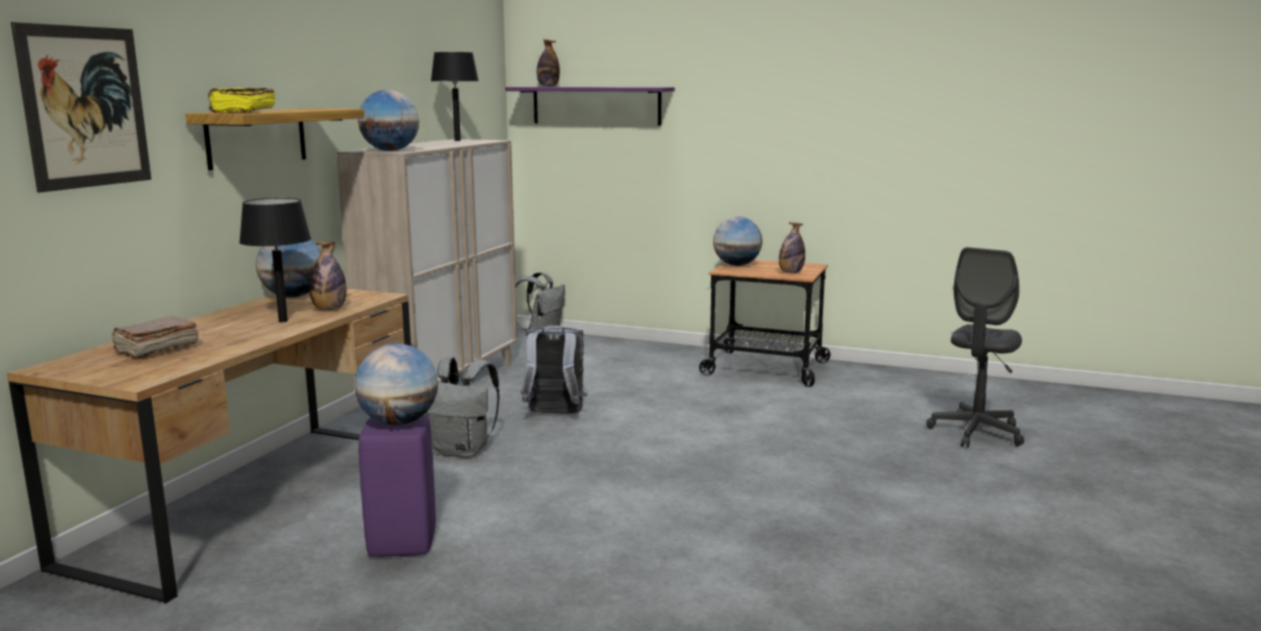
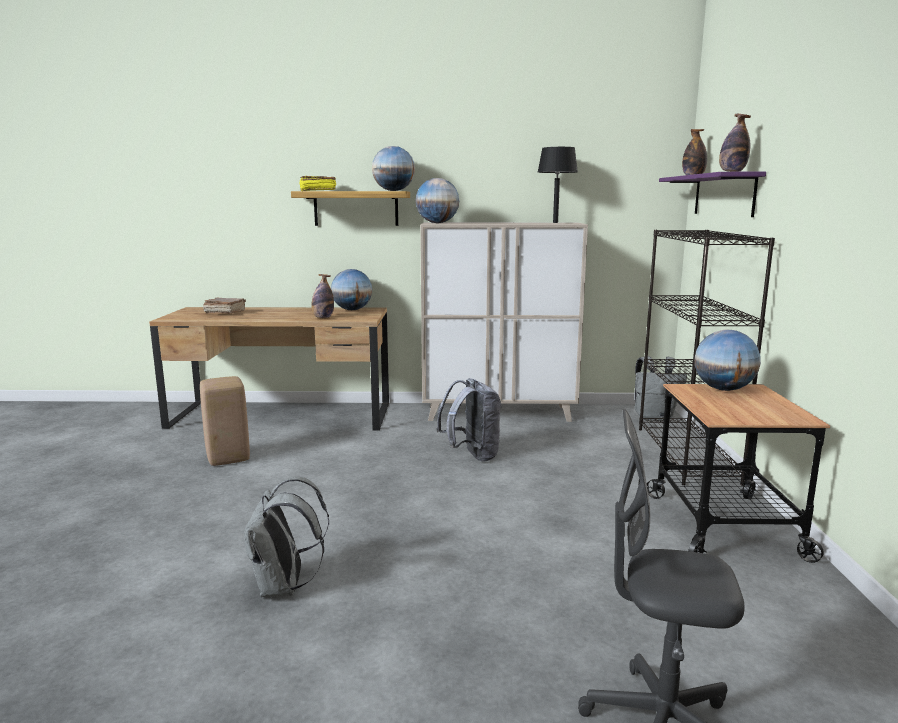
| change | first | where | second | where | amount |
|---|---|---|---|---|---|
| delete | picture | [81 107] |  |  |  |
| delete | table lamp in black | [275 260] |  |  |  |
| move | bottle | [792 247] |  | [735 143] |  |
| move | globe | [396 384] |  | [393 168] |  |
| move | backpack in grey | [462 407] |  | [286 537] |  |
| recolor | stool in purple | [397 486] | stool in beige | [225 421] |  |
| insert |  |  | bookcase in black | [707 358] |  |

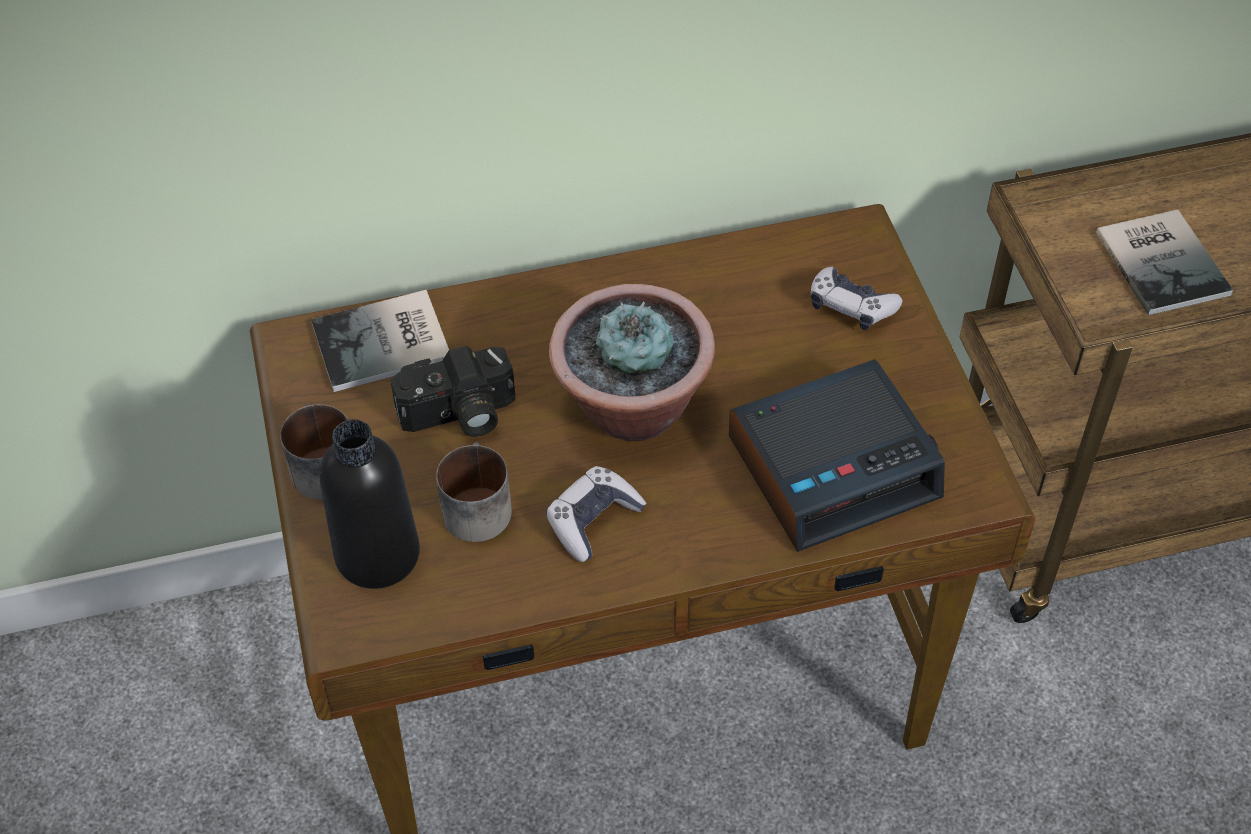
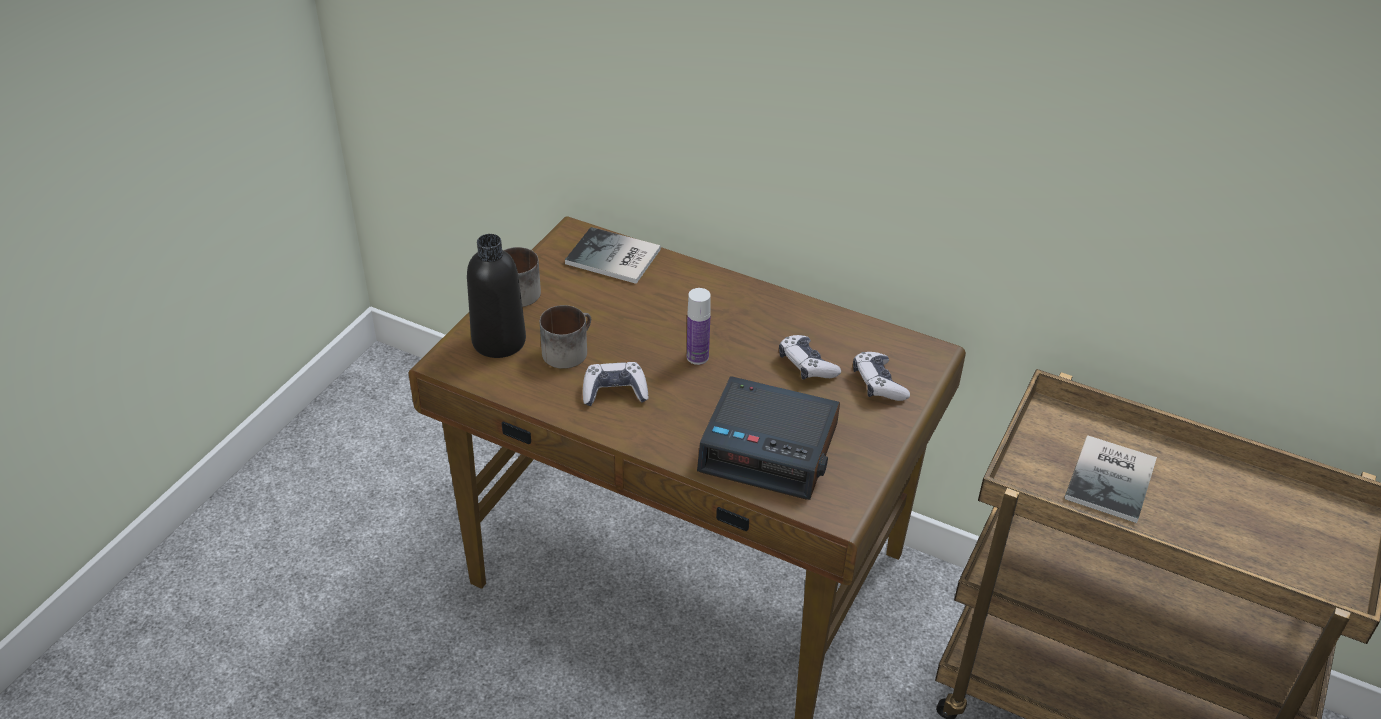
| change | first | where | second | where | amount |
|---|---|---|---|---|---|
| replace | potted plant | [632 362] | bottle | [699 326] |  |
| delete | photo camera | [452 391] |  |  |  |
| insert |  |  | game controller | [810 357] |  |

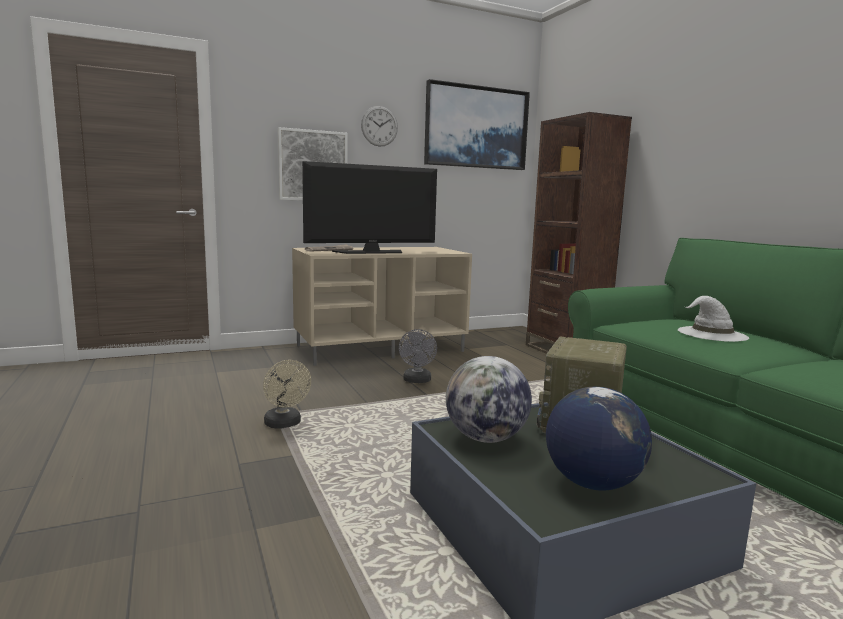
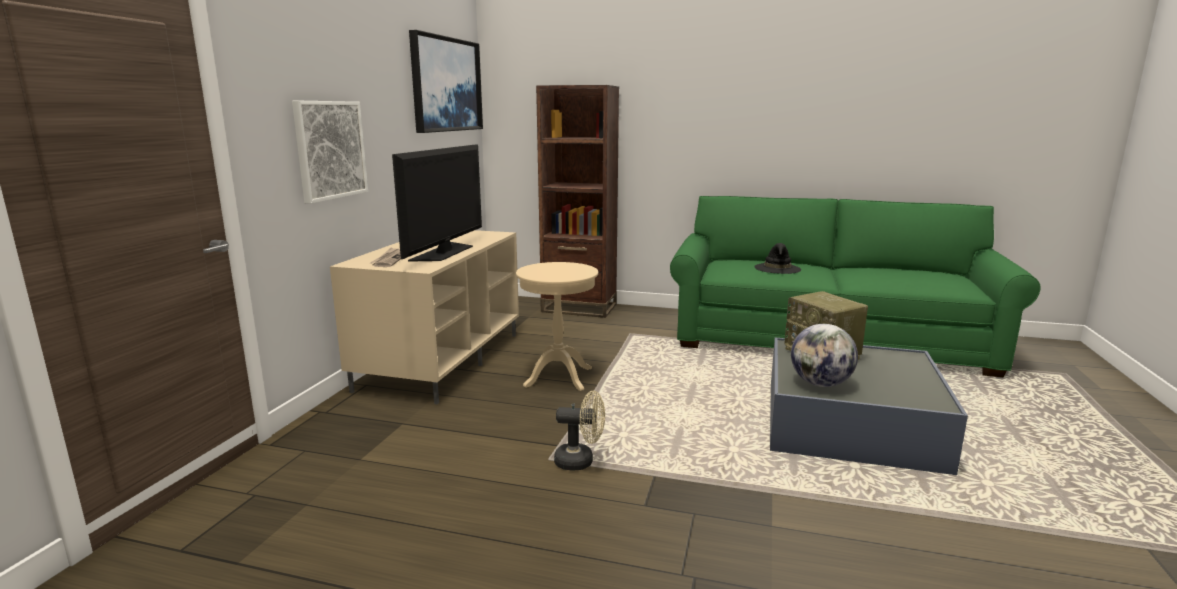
| change | first | where | second | where | amount |
|---|---|---|---|---|---|
| delete | wall clock | [379 126] |  |  |  |
| recolor | hat in white | [713 319] | hat in black | [777 258] |  |
| replace | fan in grey | [418 356] | side table in beige | [557 326] |  |
| delete | globe | [599 439] |  |  |  |

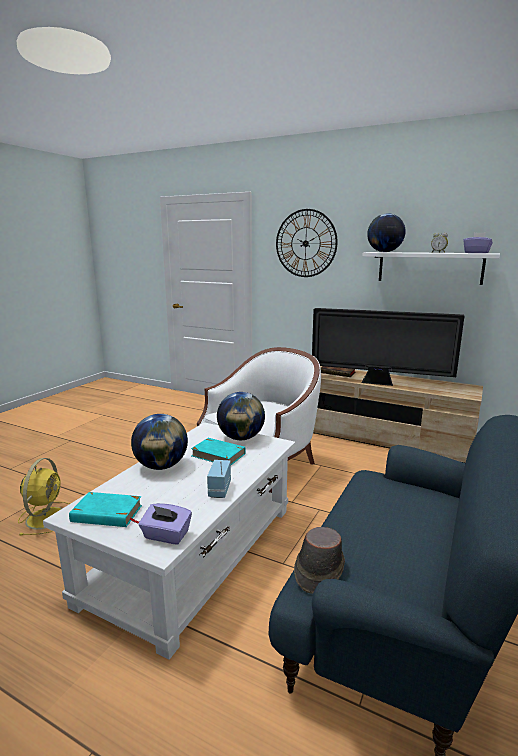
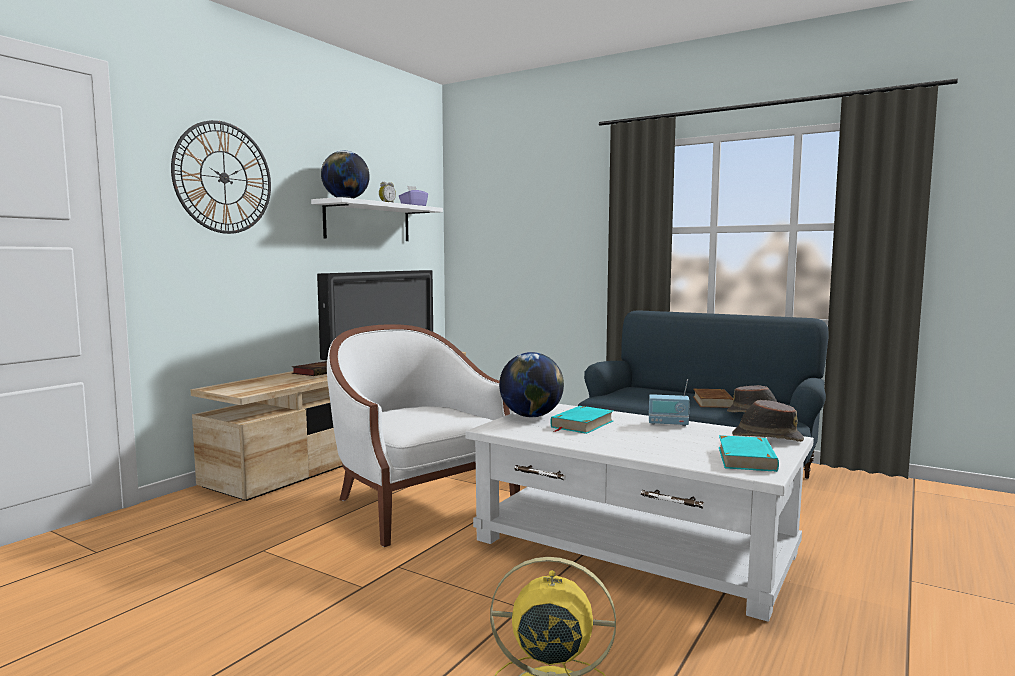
| change | first | where | second | where | amount |
|---|---|---|---|---|---|
| delete | globe | [159 442] |  |  |  |
| replace | tissue box in purple | [165 524] | hat in brown | [768 421] |  |
| insert |  |  | book in brown | [713 398] |  |

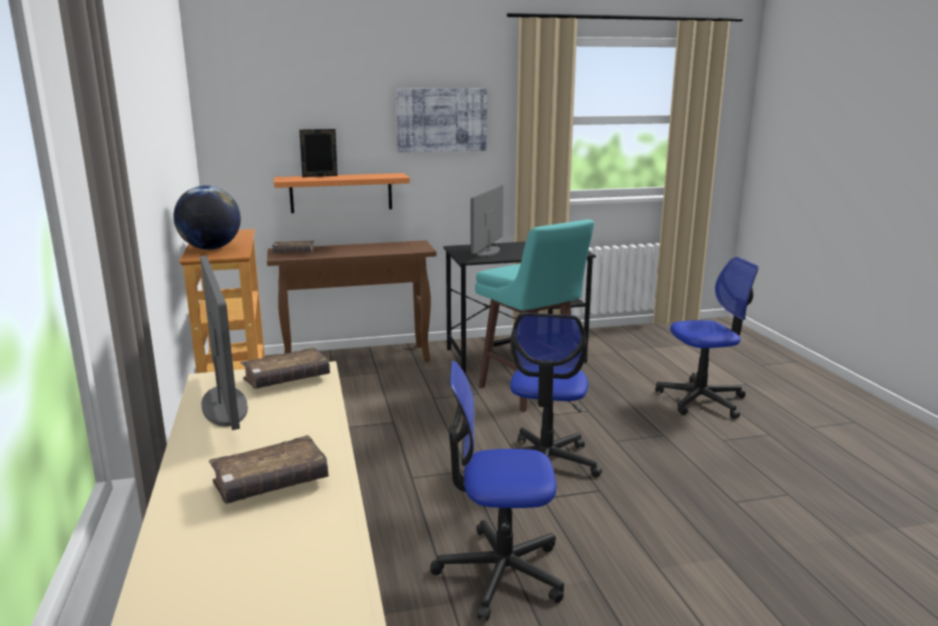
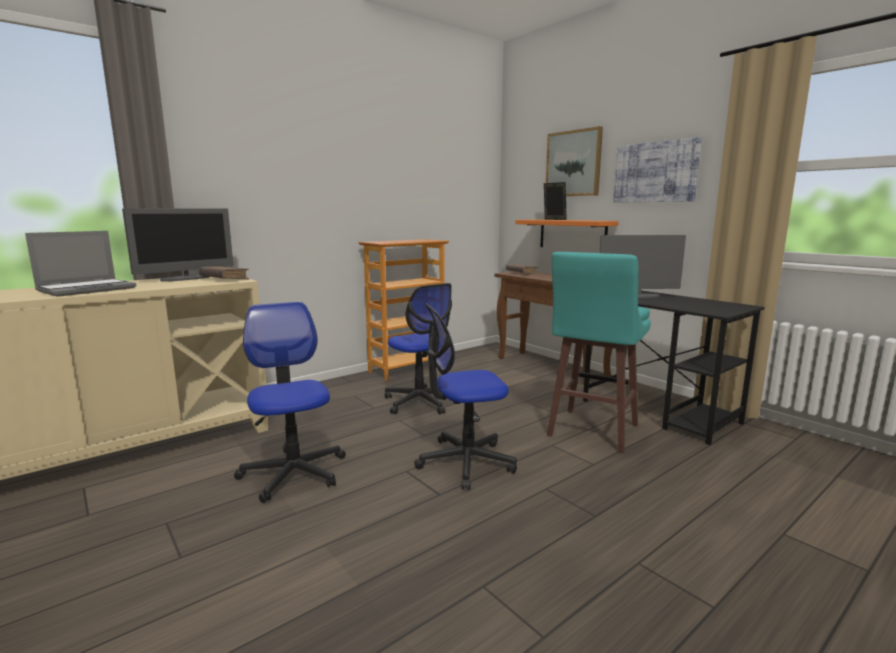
| change | first | where | second | where | amount |
|---|---|---|---|---|---|
| delete | globe | [207 217] |  |  |  |
| move | office chair | [707 338] |  | [418 348] |  |
| replace | book in brown | [269 469] | laptop | [80 264] |  |
| insert |  |  | picture | [574 161] |  |

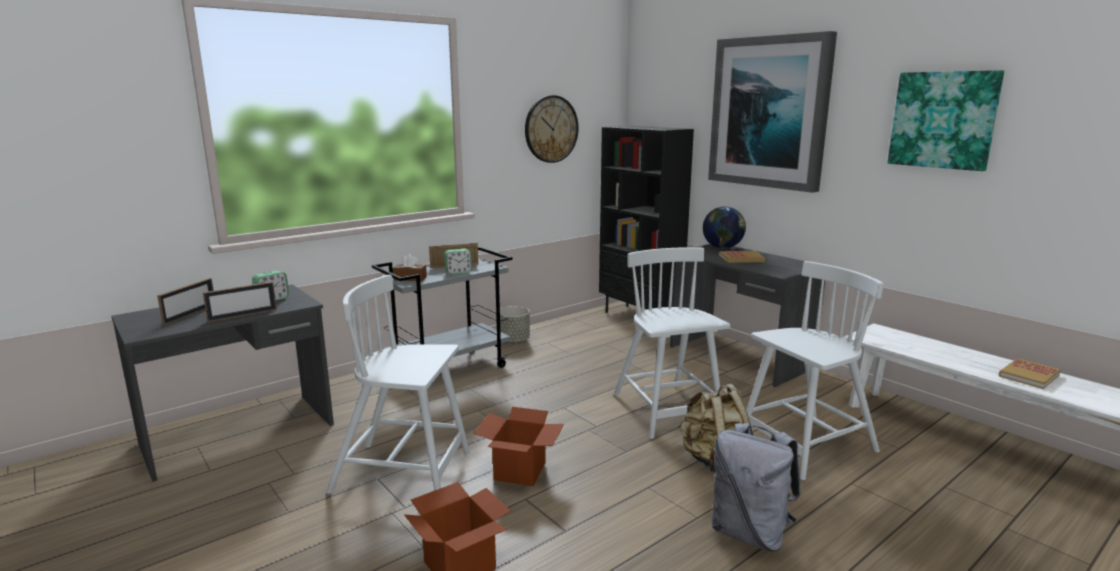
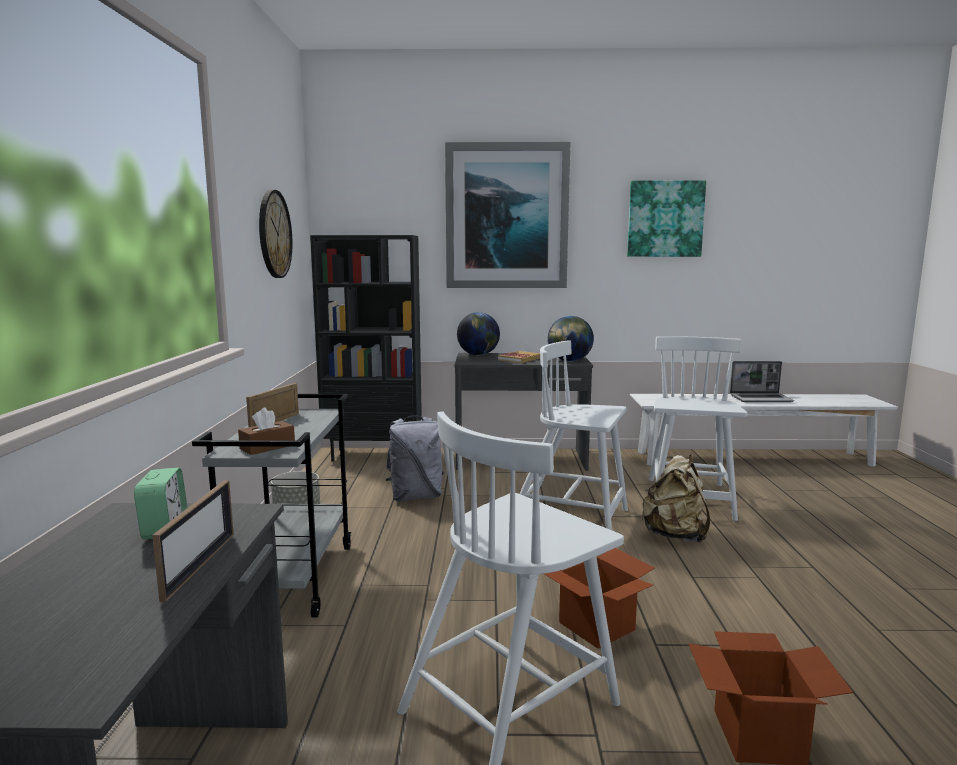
| change | first | where | second | where | amount |
|---|---|---|---|---|---|
| delete | alarm clock | [458 261] |  |  |  |
| delete | picture frame | [185 301] |  |  |  |
| replace | book | [1029 373] | laptop | [762 381] |  |
| move | backpack in grey | [756 487] |  | [415 458] |  |
| insert |  |  | globe | [571 338] |  |

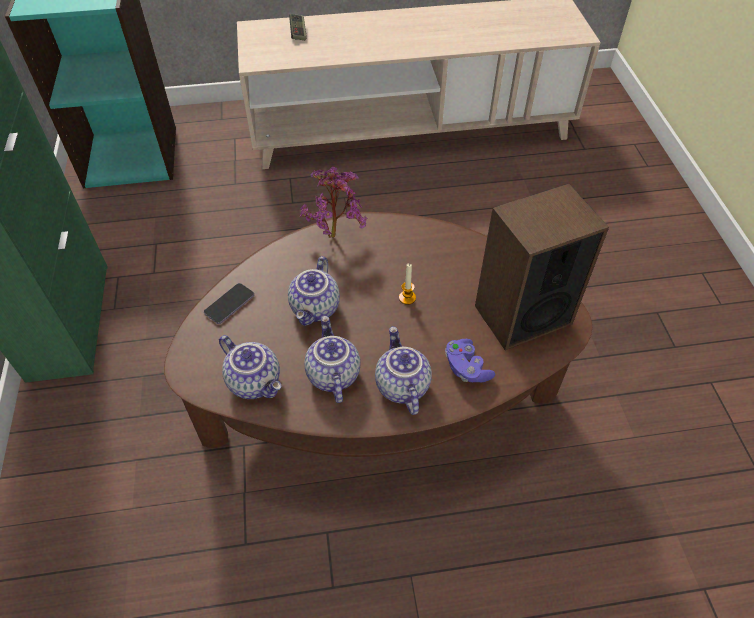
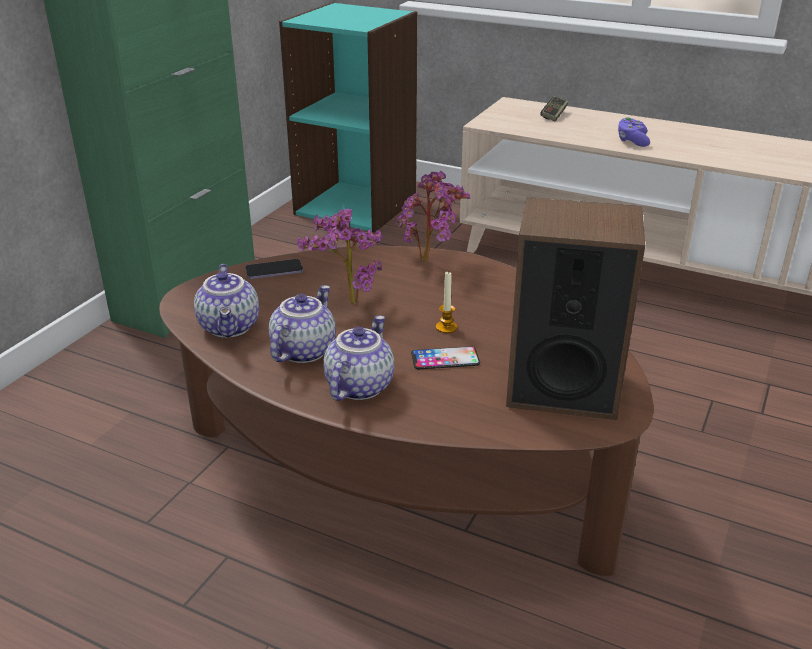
| change | first | where | second | where | amount |
|---|---|---|---|---|---|
| replace | teapot | [314 291] | potted plant | [340 257] |  |
| move | game controller in purple | [470 360] |  | [634 132] |  |
| insert |  |  | phone | [445 357] |  |

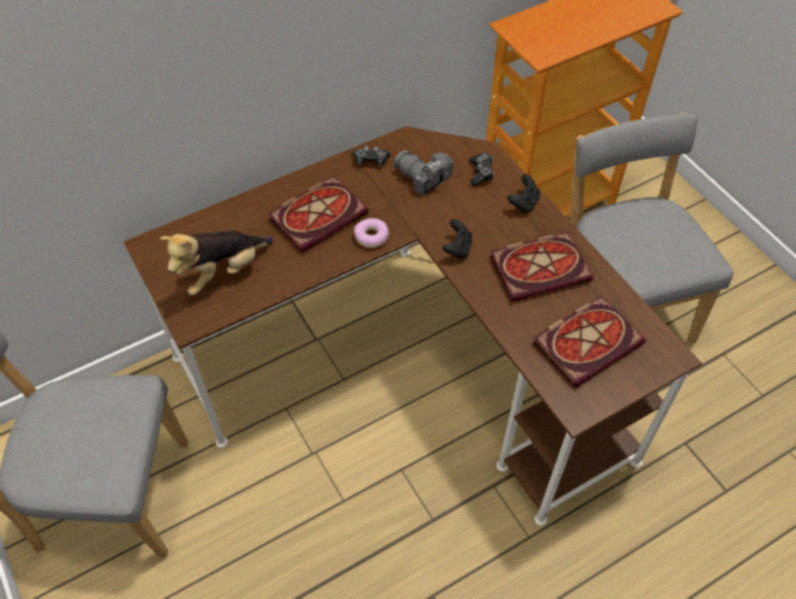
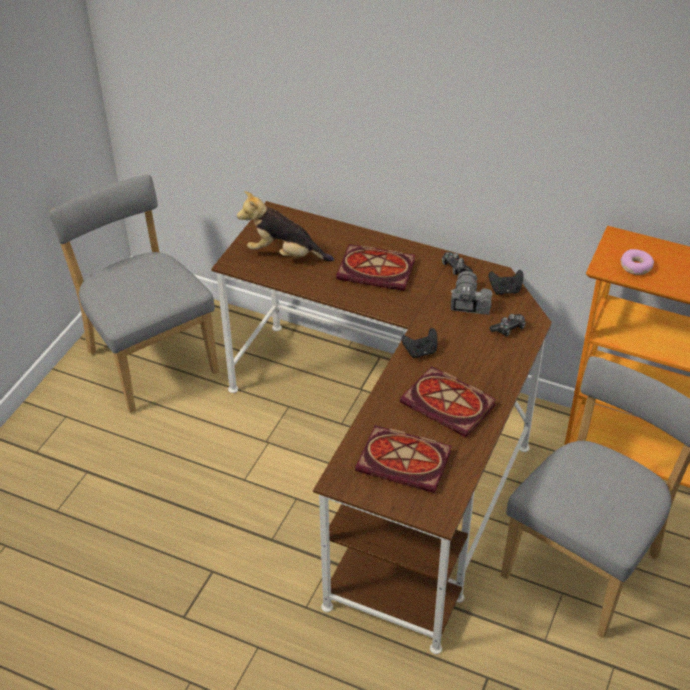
| change | first | where | second | where | amount |
|---|---|---|---|---|---|
| move | game controller in black | [523 193] |  | [506 282] |  |
| move | donut | [371 233] |  | [637 262] |  |

